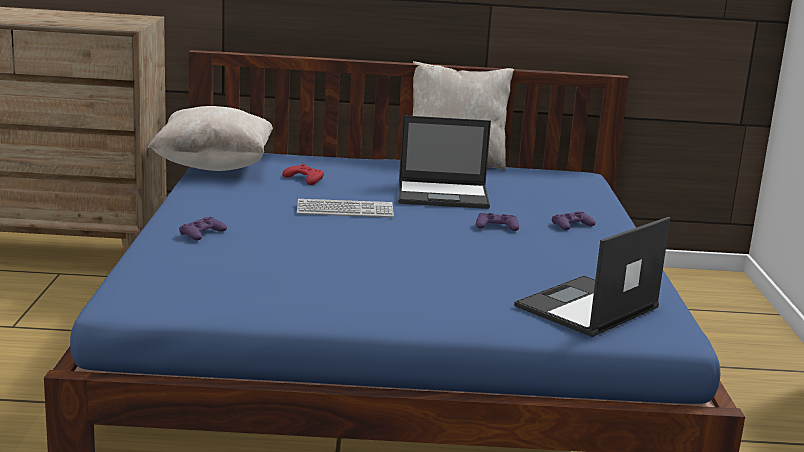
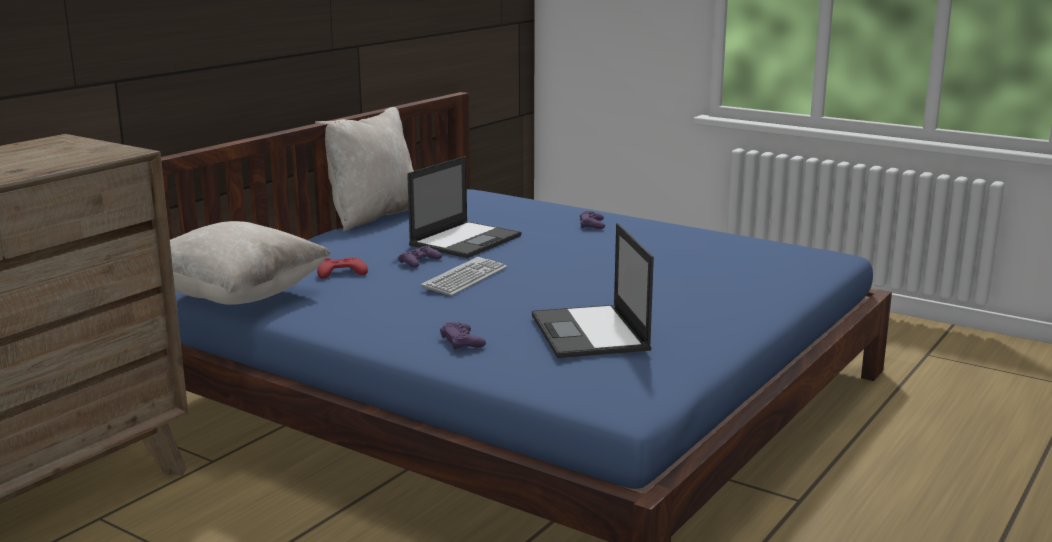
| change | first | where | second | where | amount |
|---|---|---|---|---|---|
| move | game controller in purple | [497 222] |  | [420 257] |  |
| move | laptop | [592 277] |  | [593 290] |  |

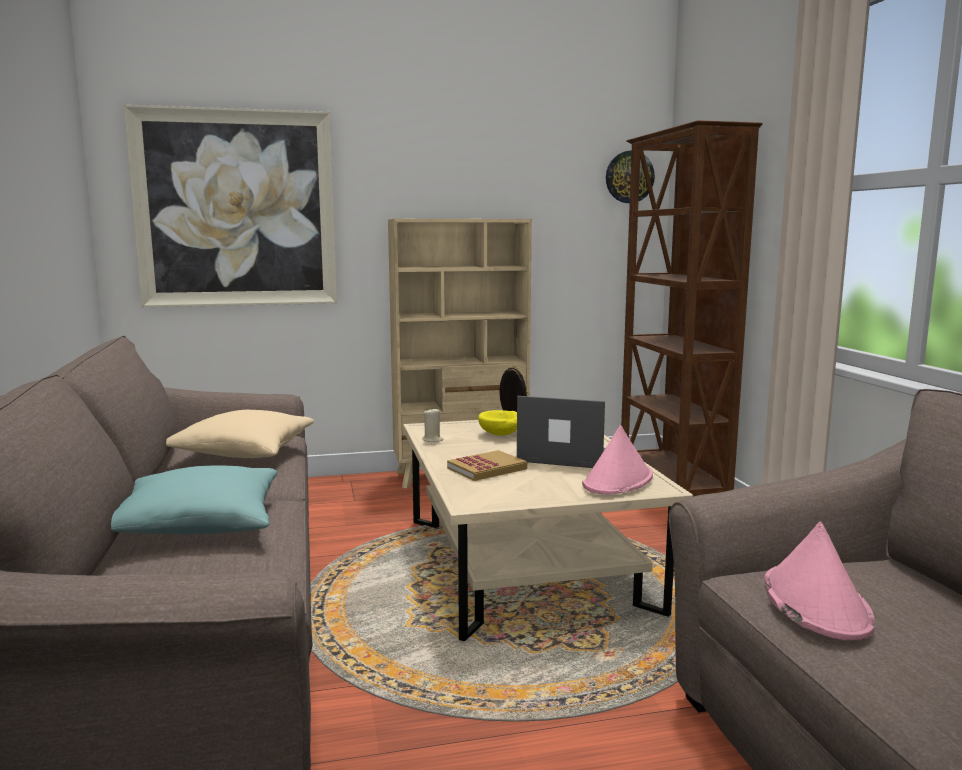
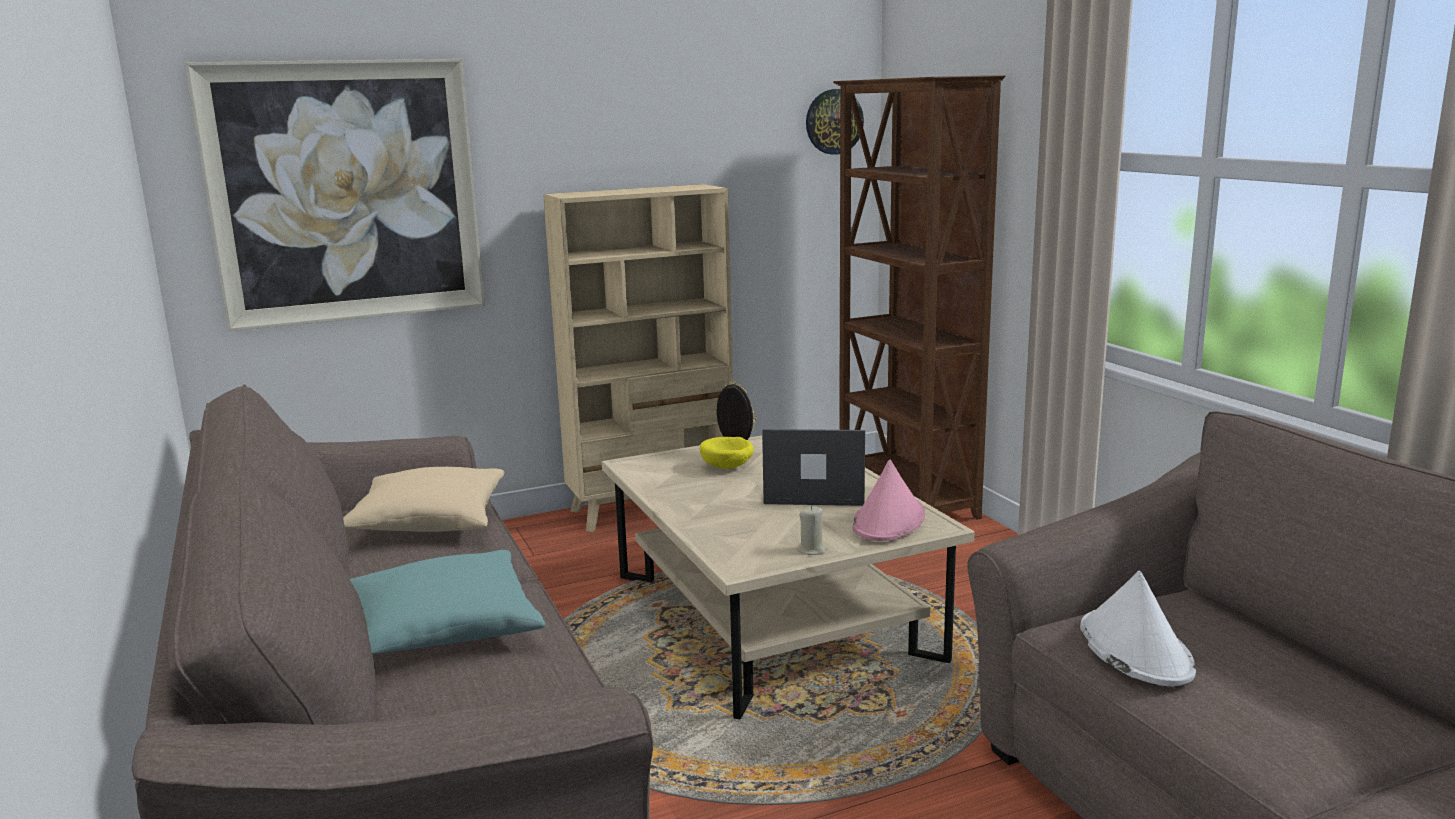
| change | first | where | second | where | amount |
|---|---|---|---|---|---|
| move | candle in beige | [433 425] |  | [812 530] |  |
| delete | book | [487 465] |  |  |  |
| recolor | hat in pink | [819 580] | hat in white | [1138 628] |  |

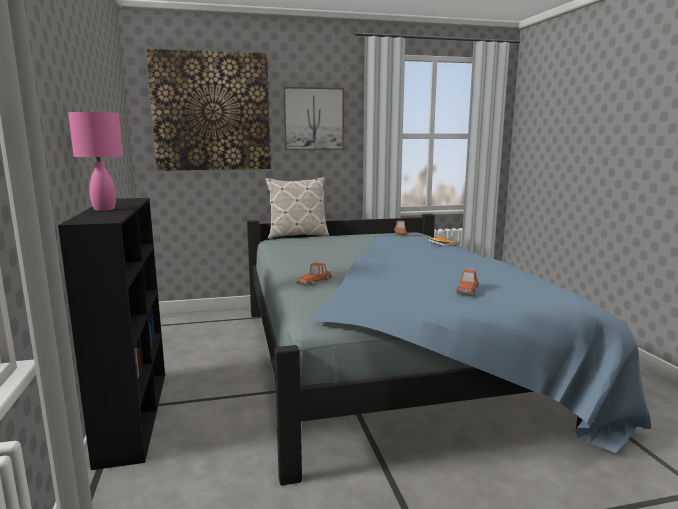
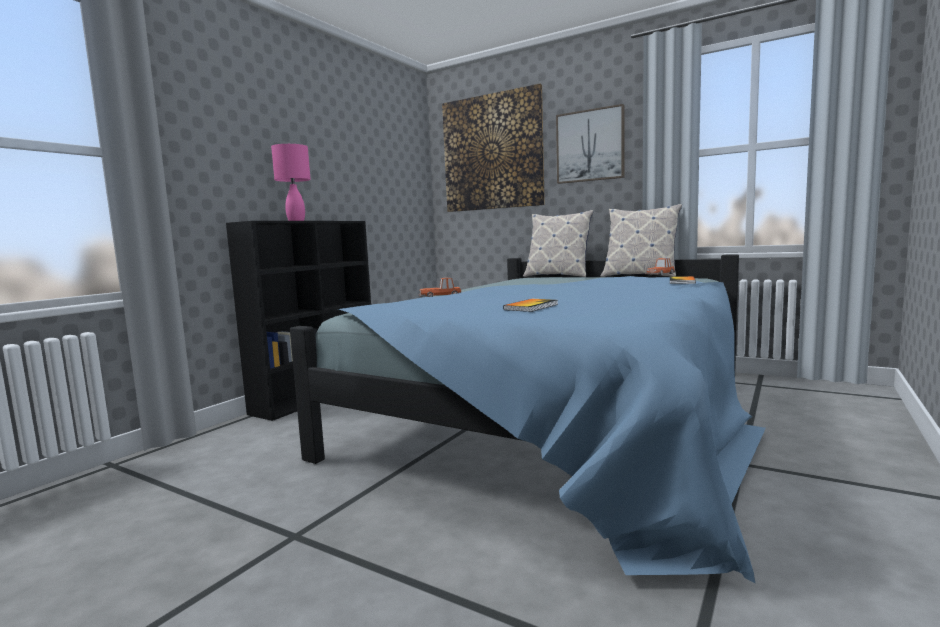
| change | first | where | second | where | amount |
|---|---|---|---|---|---|
| replace | toy car | [467 282] | book | [530 305] |  |
| insert |  |  | pillow | [641 240] |  |

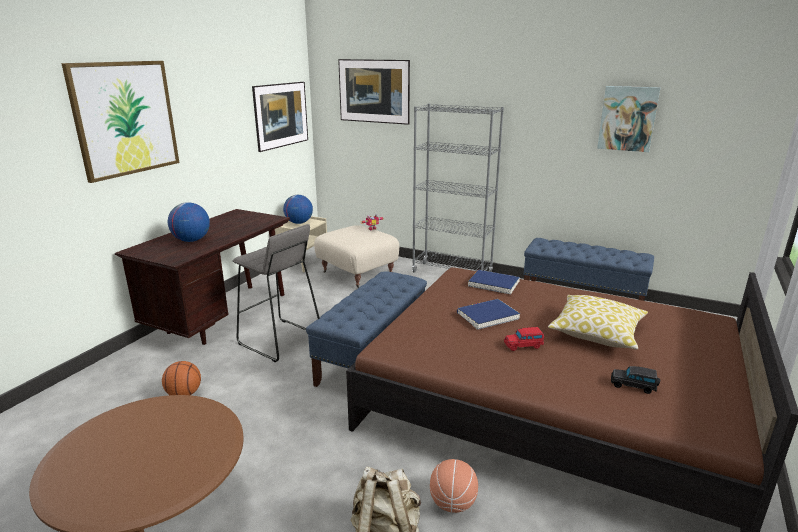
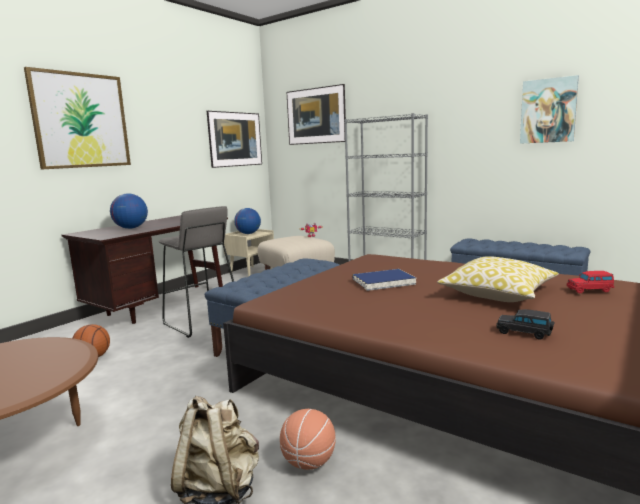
| change | first | where | second | where | amount |
|---|---|---|---|---|---|
| delete | book in blue | [494 282] |  |  |  |
| move | toy car in red | [524 339] |  | [590 282] |  |

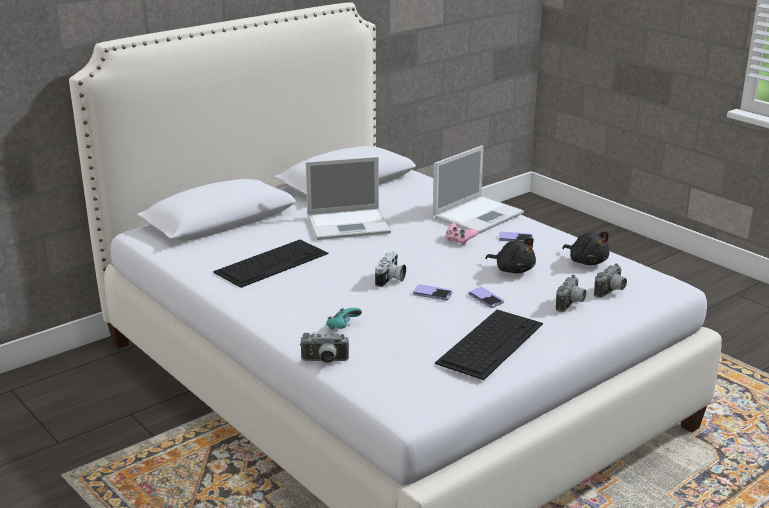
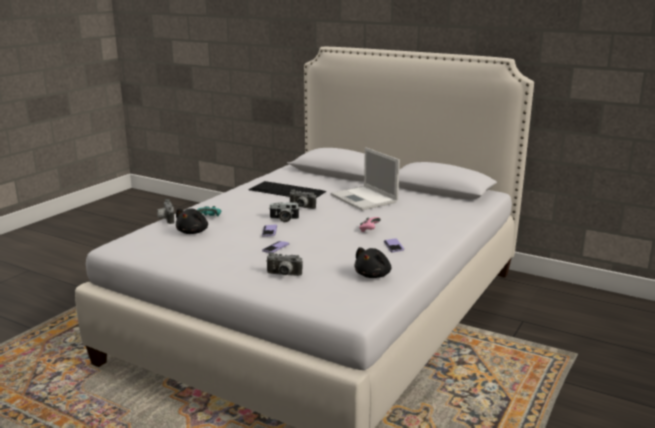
| change | first | where | second | where | amount |
|---|---|---|---|---|---|
| delete | laptop | [478 189] |  |  |  |
| move | plush toy in black | [510 256] |  | [192 221] |  |
| move | photo camera | [610 280] |  | [302 199] |  |
| delete | keyboard | [489 345] |  |  |  |

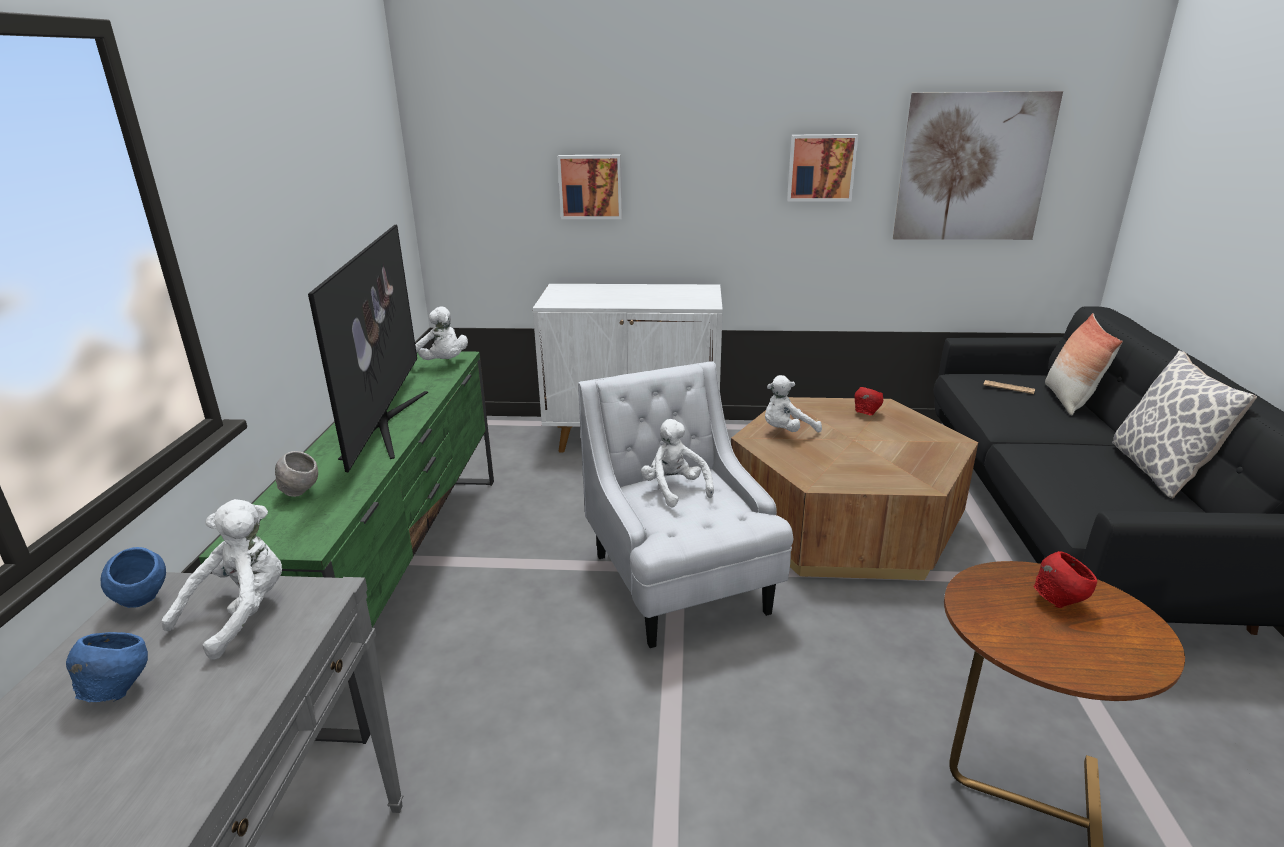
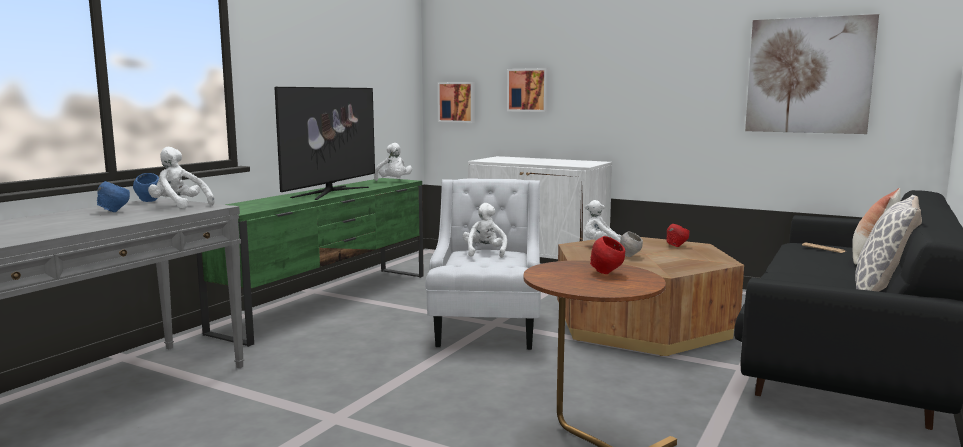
| change | first | where | second | where | amount |
|---|---|---|---|---|---|
| move | picture | [822 168] |  | [456 102] |  |
| move | bowl in grey | [296 474] |  | [631 244] |  |
| rotate | plush toy in white | [222 579] |  | [181 178] | 120 degrees counterclockwise |

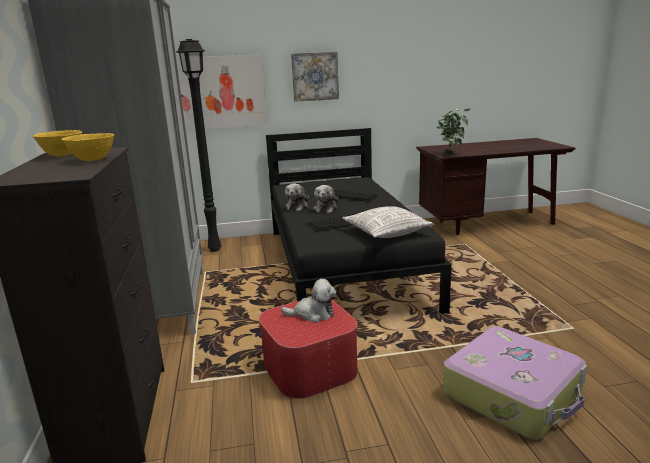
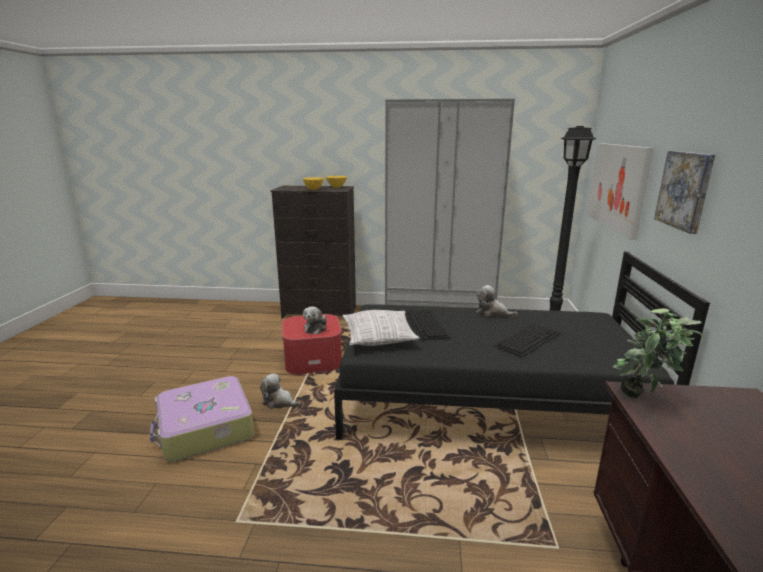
| change | first | where | second | where | amount |
|---|---|---|---|---|---|
| move | plush toy | [326 199] |  | [280 391] |  |

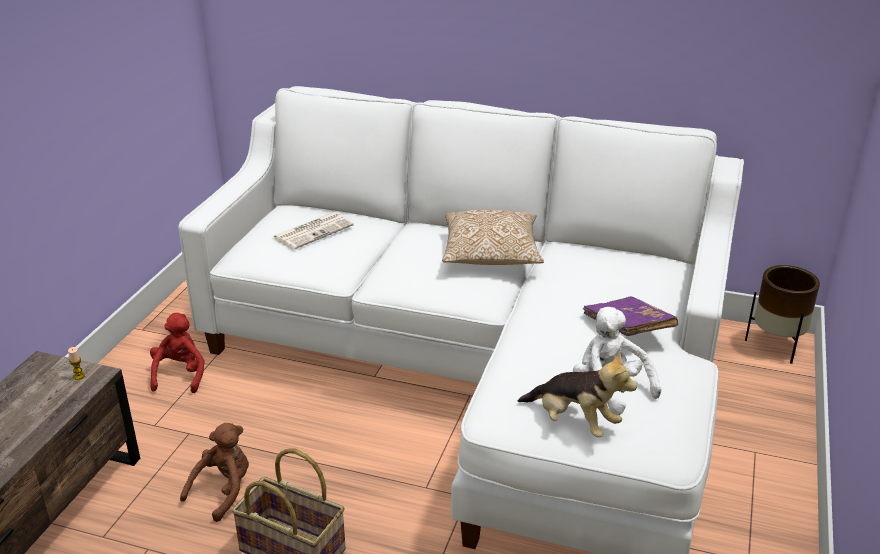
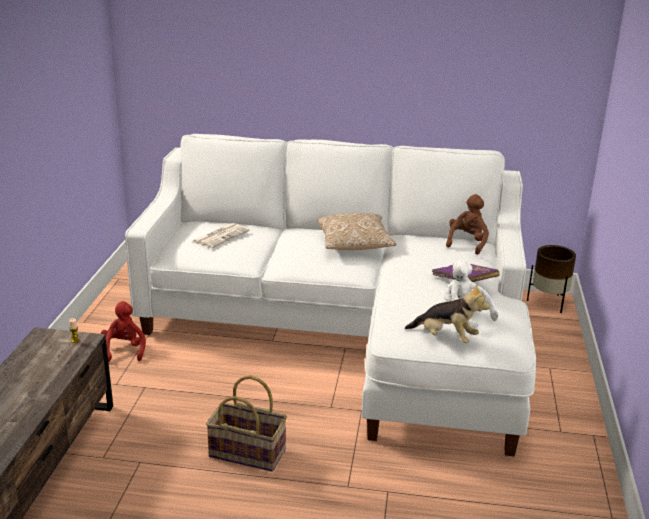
| change | first | where | second | where | amount |
|---|---|---|---|---|---|
| move | plush toy in brown | [214 472] |  | [467 224] |  |

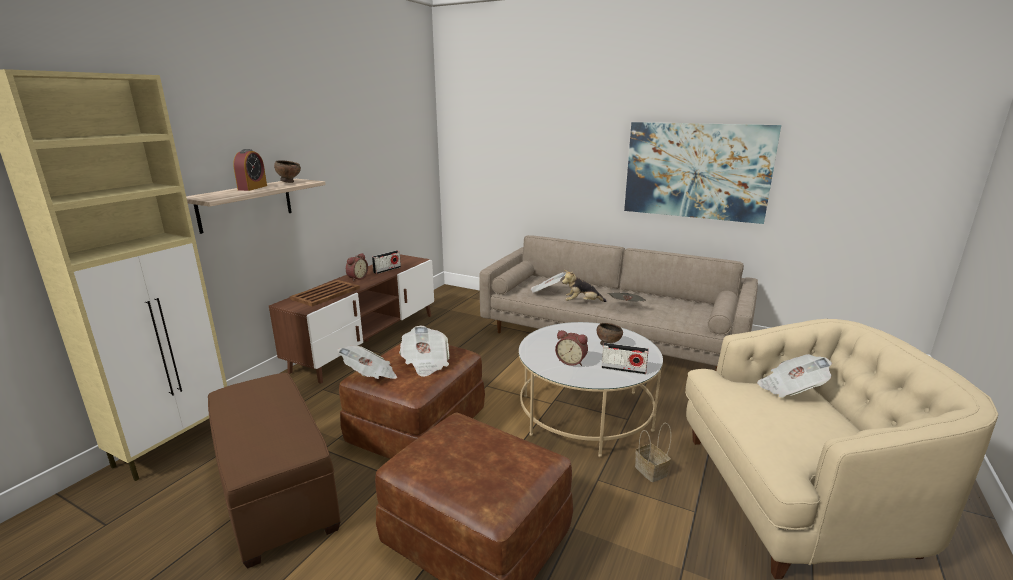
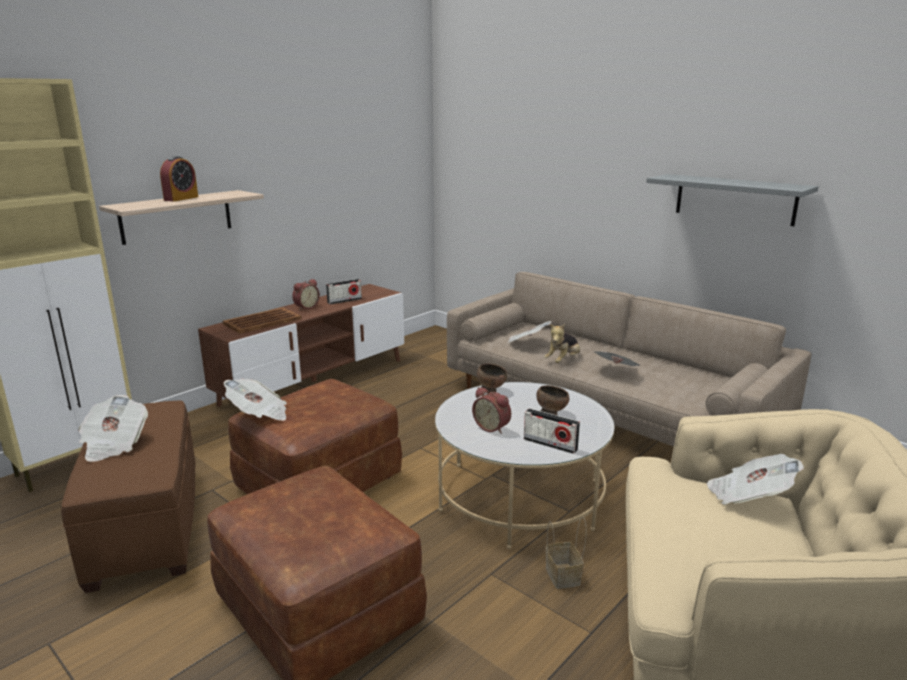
| change | first | where | second | where | amount |
|---|---|---|---|---|---|
| replace | picture | [702 173] | shelf in grey | [732 200] |  |
| move | bowl in brown | [287 171] |  | [492 378] |  |
| rotate | plush toy | [584 286] |  | [562 343] | 60 degrees counterclockwise |
| move | newspaper | [424 351] |  | [113 428] |  |

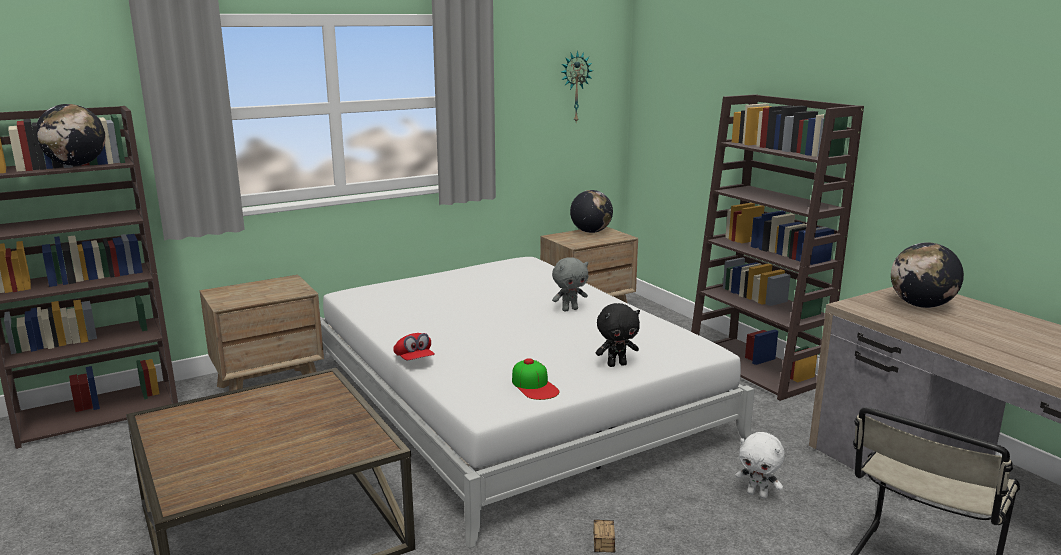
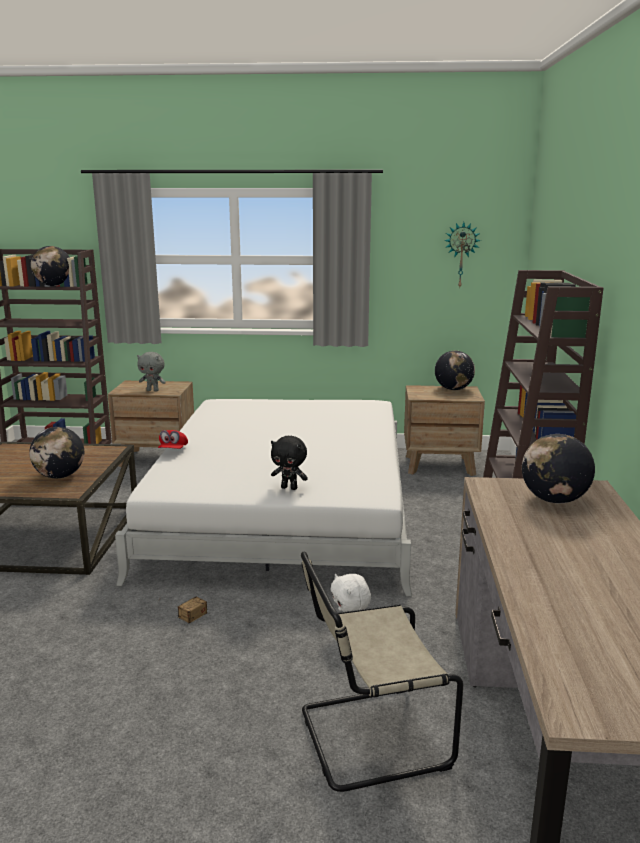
| change | first | where | second | where | amount |
|---|---|---|---|---|---|
| move | plush toy in grey | [570 284] |  | [151 371] |  |
| delete | cap | [535 379] |  |  |  |
| insert |  |  | globe | [56 452] |  |

